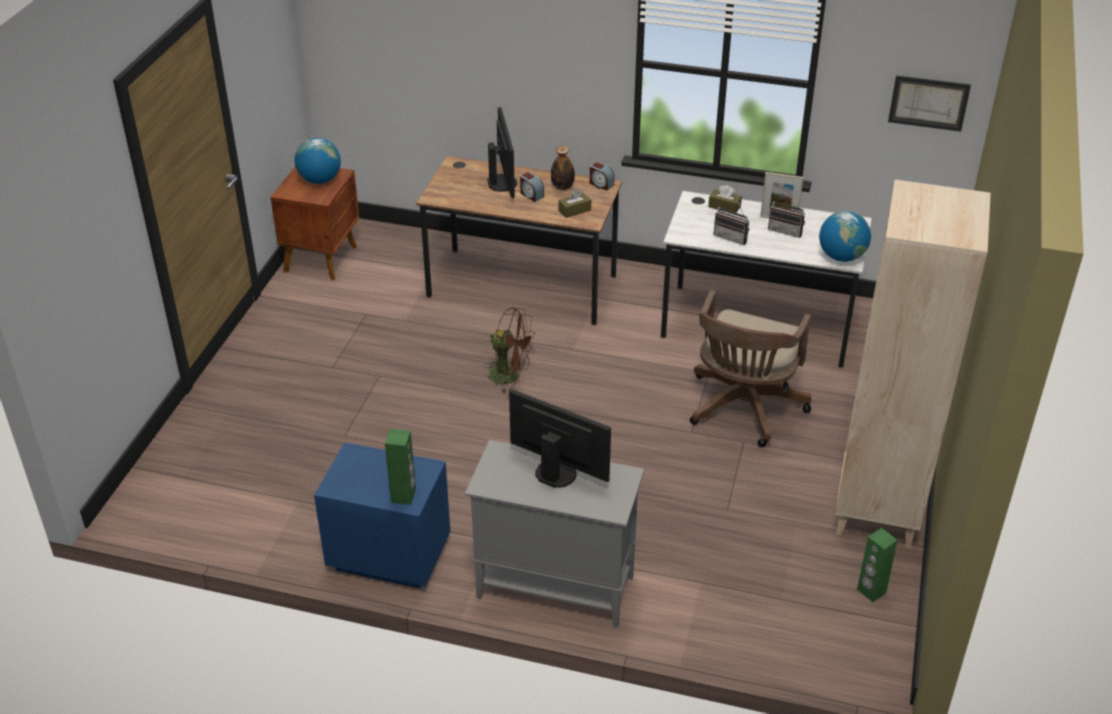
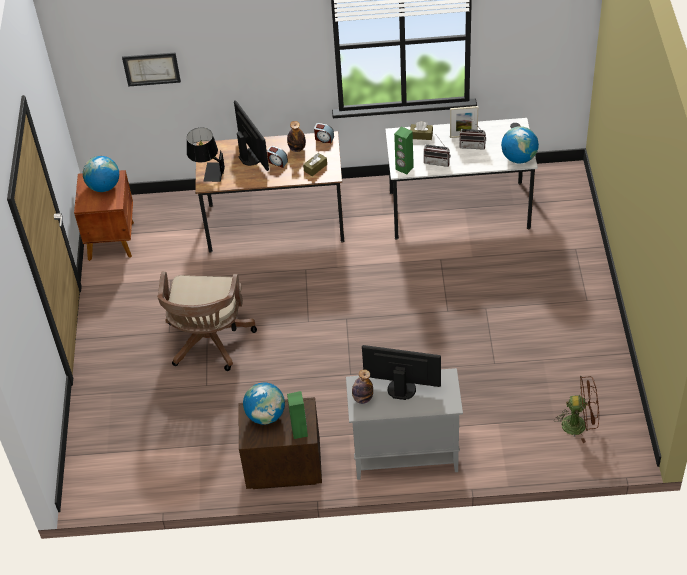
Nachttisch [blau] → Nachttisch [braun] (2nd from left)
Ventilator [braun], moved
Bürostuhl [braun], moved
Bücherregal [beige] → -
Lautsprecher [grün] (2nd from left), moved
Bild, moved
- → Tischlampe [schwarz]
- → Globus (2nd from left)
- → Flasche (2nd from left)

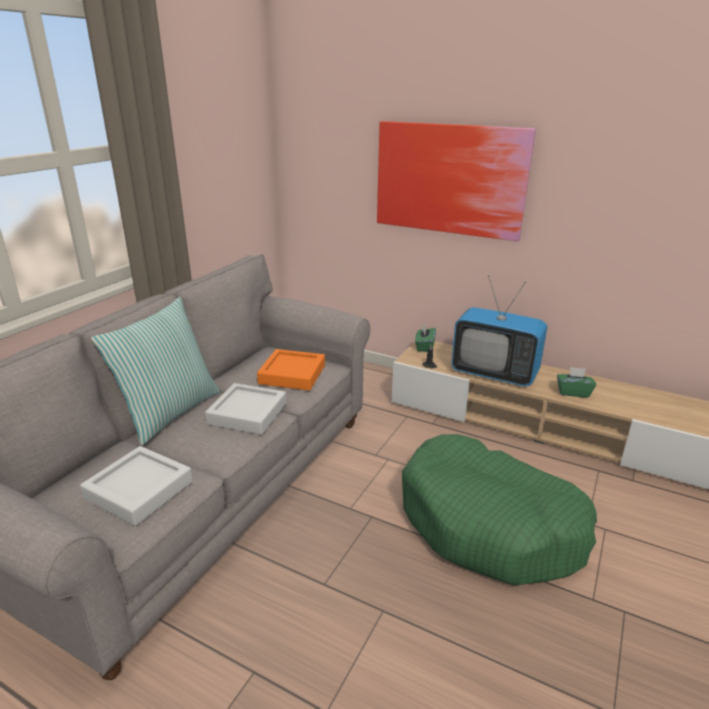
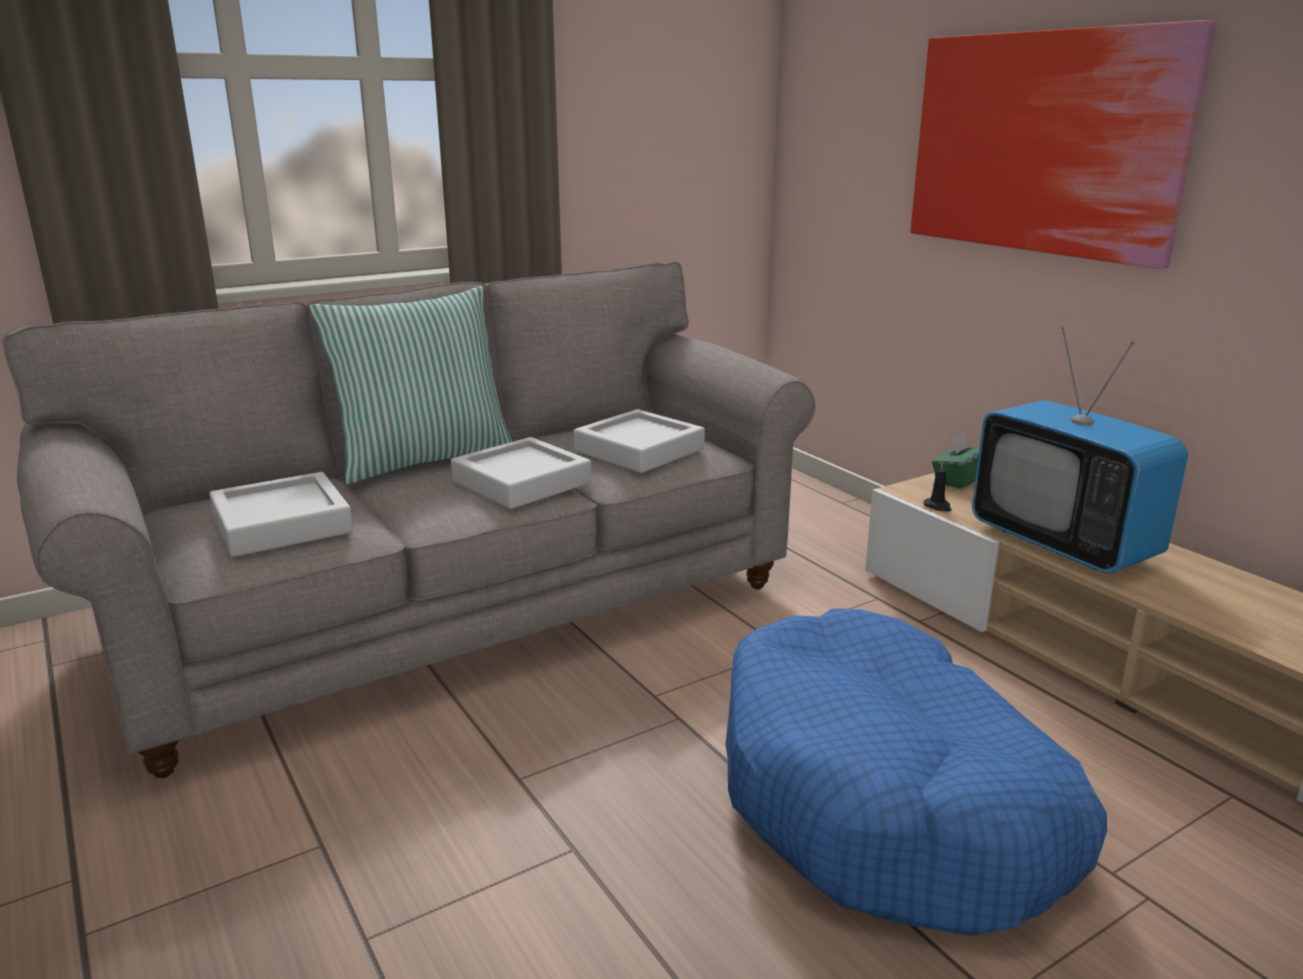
Tablett [orange] → Tablett [grau] (3rd from left)
Hundebett [grün] → Hundebett [blau]
Taschentuchbox [grün] (2nd from left) → -

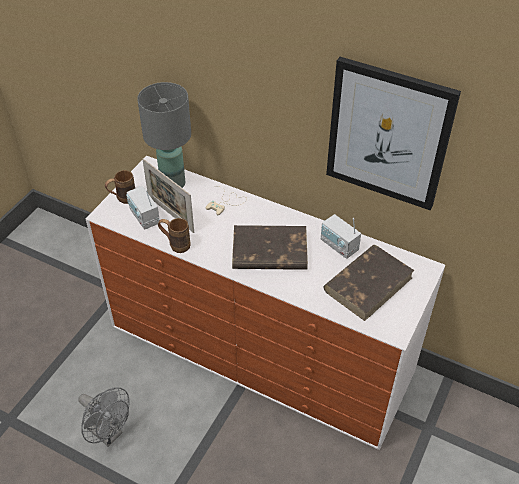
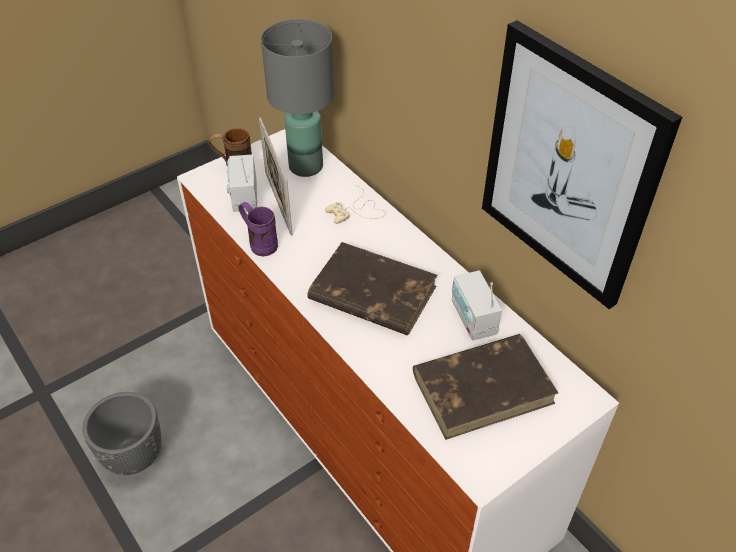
Ventilator [grau] → Pflanzkübel [grau]
Henkelbecher [braun] (2nd from left) → Henkelbecher [lila]

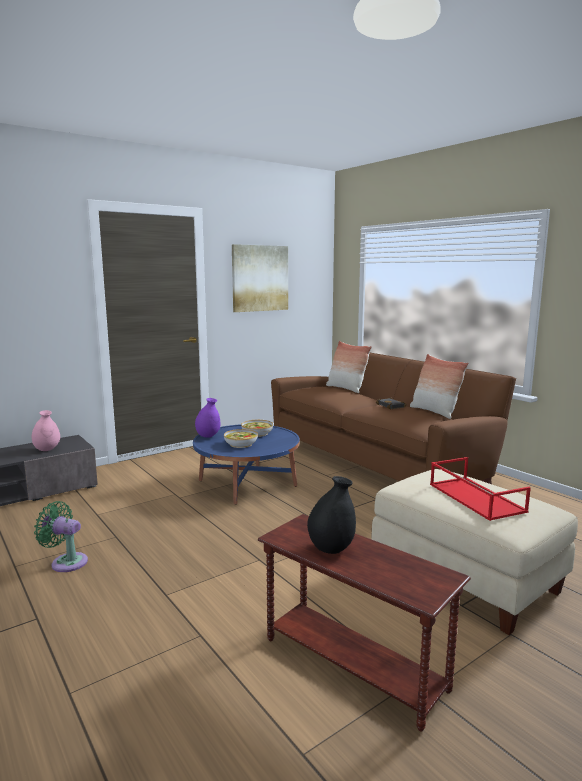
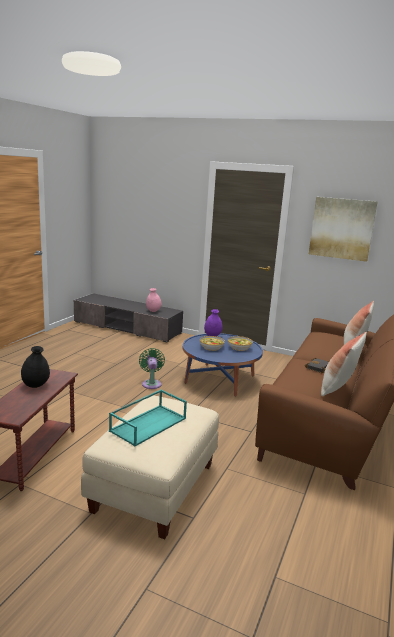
Ventilator [grün], moved
Tablett [rot] → Tablett [türkis]

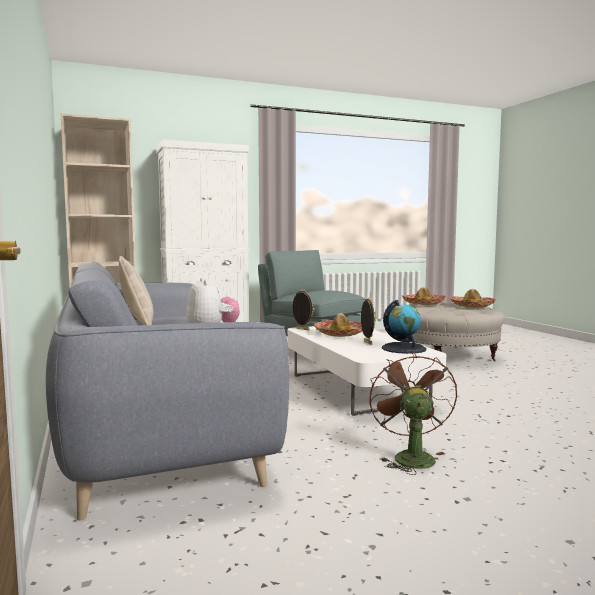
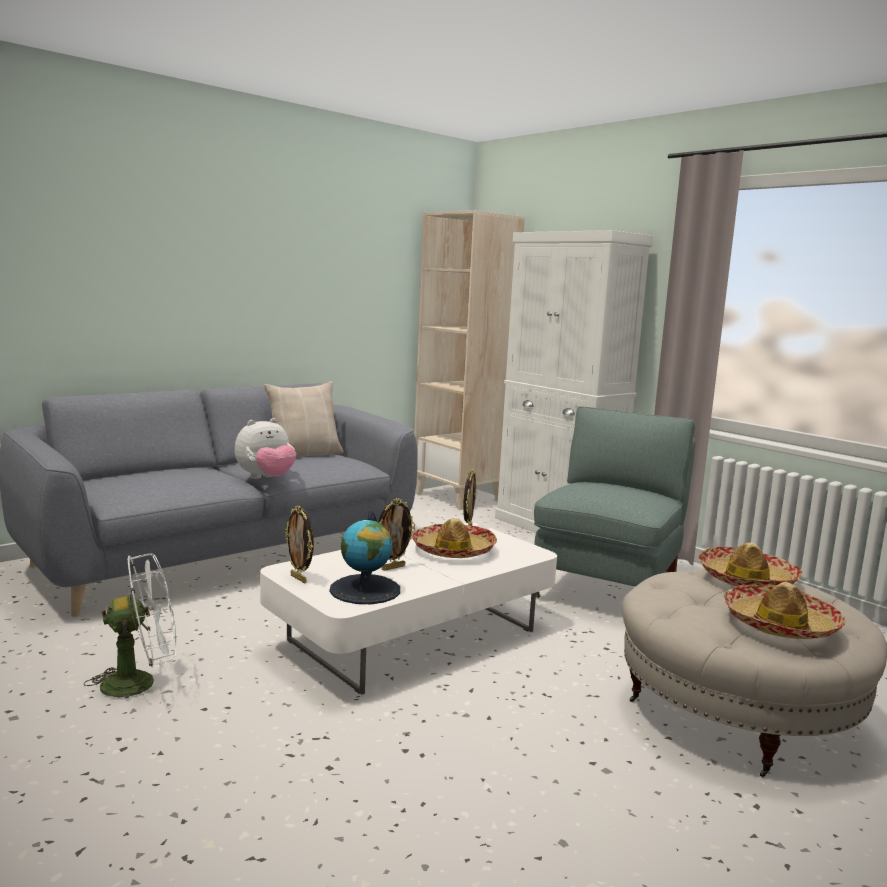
Ventilator [braun] → Ventilator [weiß]
- → Bilderrahmen (1st from left)

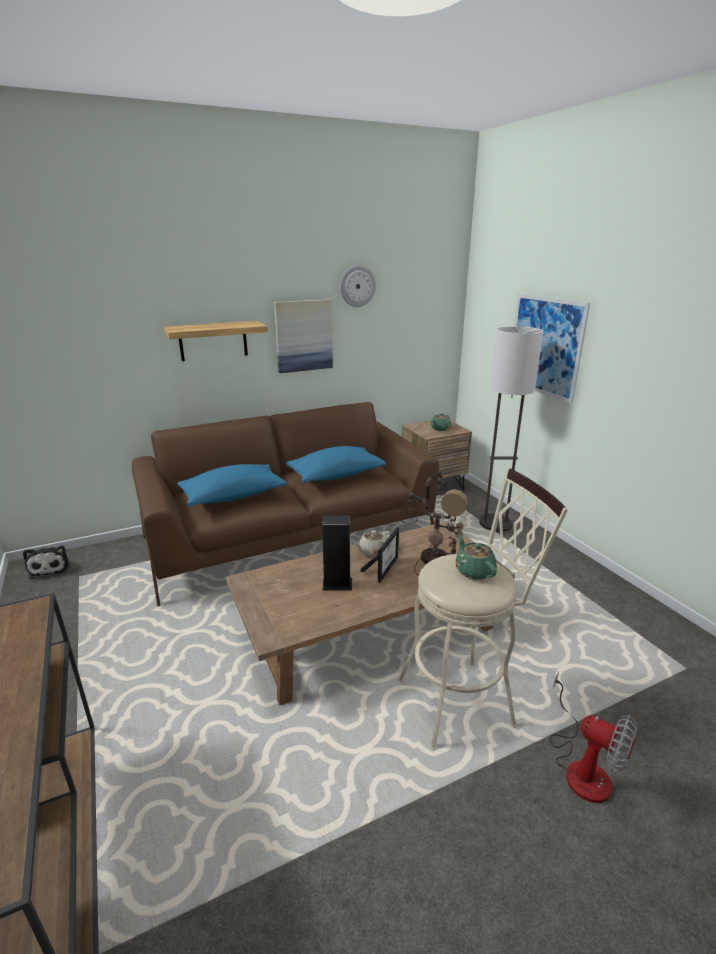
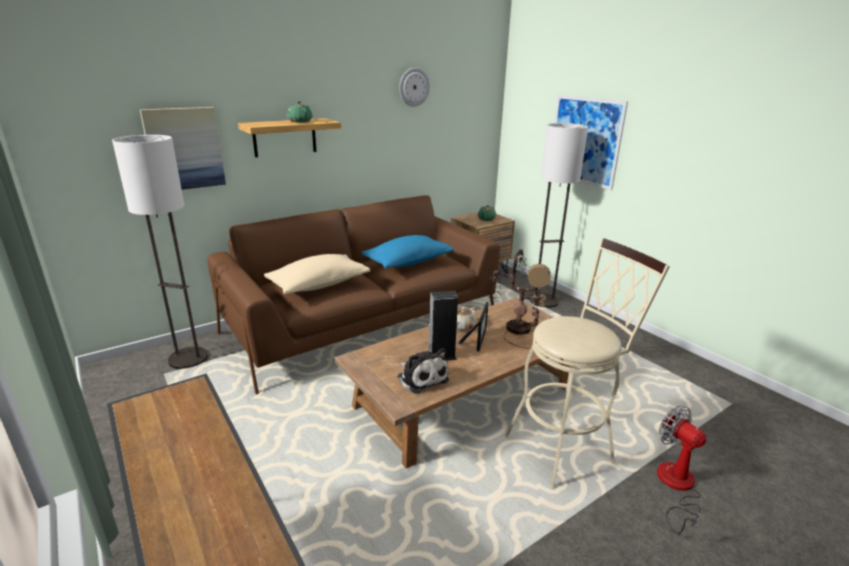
Plüschtier, moved
Kissen [blau] (1st from left) → Kissen [beige]
Bild (1st from left), moved
Teekanne [grün] (2nd from left in the first image) → Teekanne [grün] (1st from left), moved
Ventilator, 150 degrees counterclockwise
- → Stehlampe (1st from left)

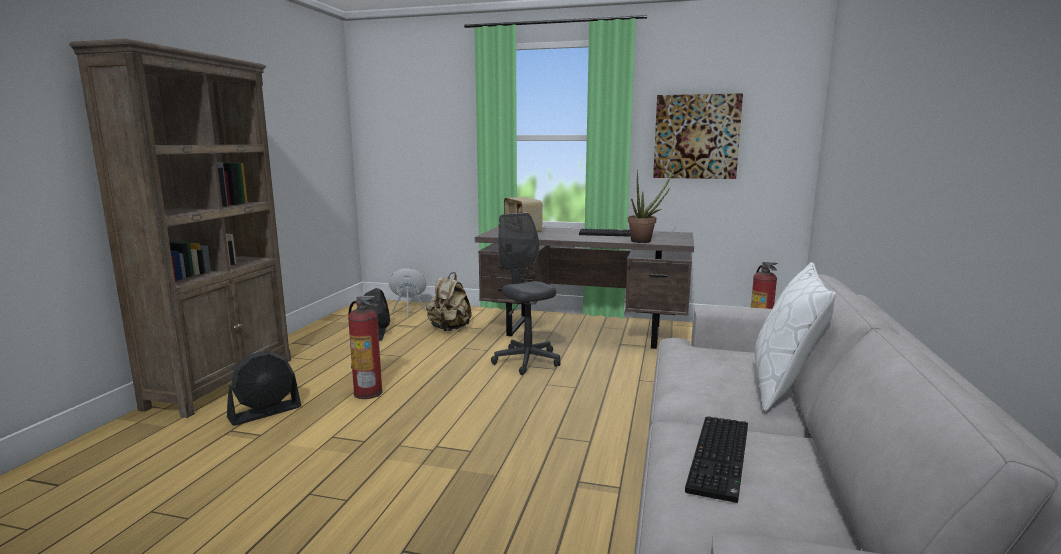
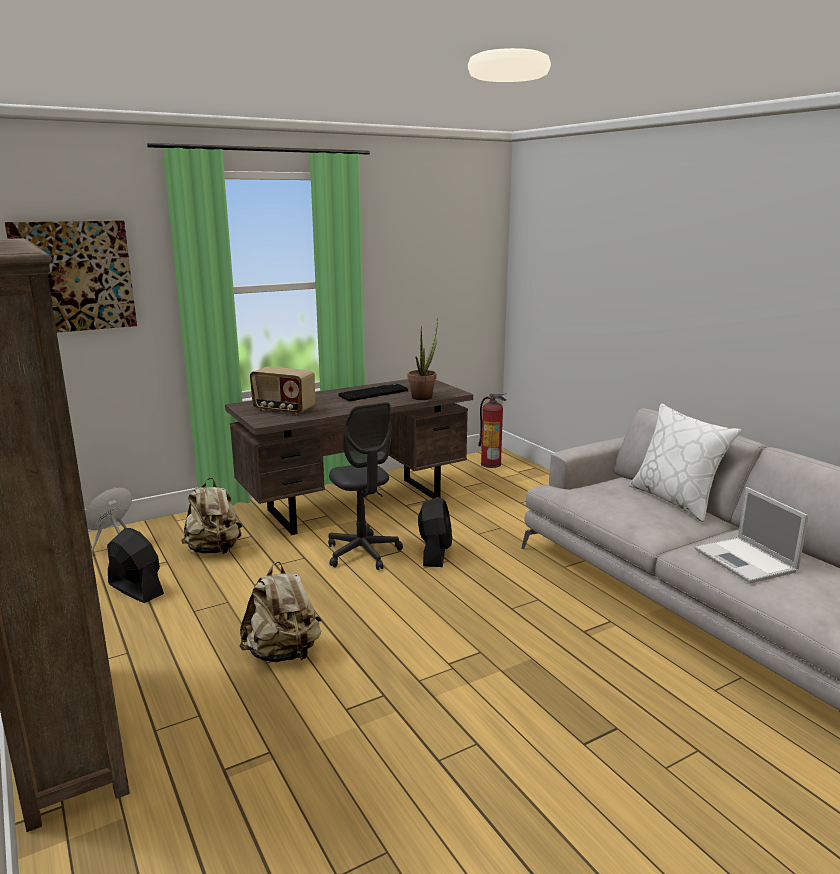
Ventilator [schwarz] (1st from left in the first image) → Ventilator [schwarz] (2nd from left), moved
Feuerlöscher (1st from left) → Rucksack [beige] (2nd from left)
Bürostuhl [grau], 135 degrees counterclockwise
Bild, moved
Tastatur (2nd from left) → Laptop

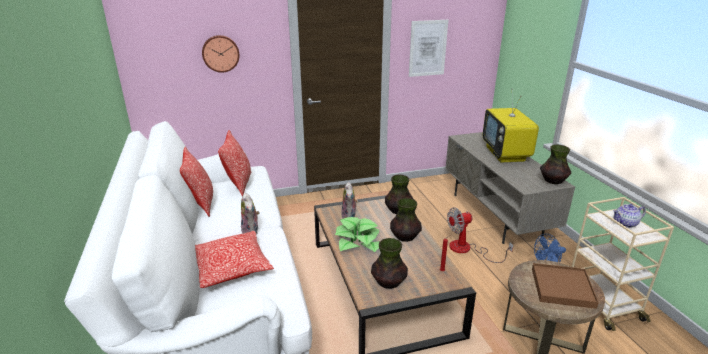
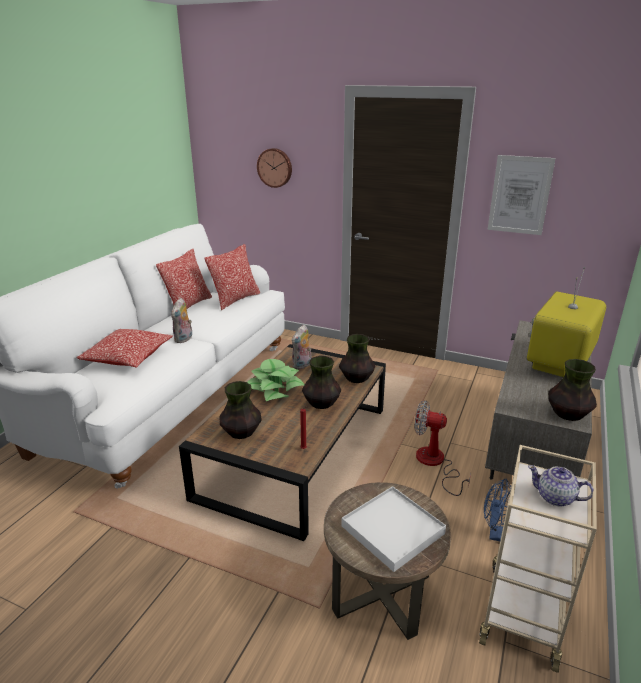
Tablett [braun] → Tablett [weiß]

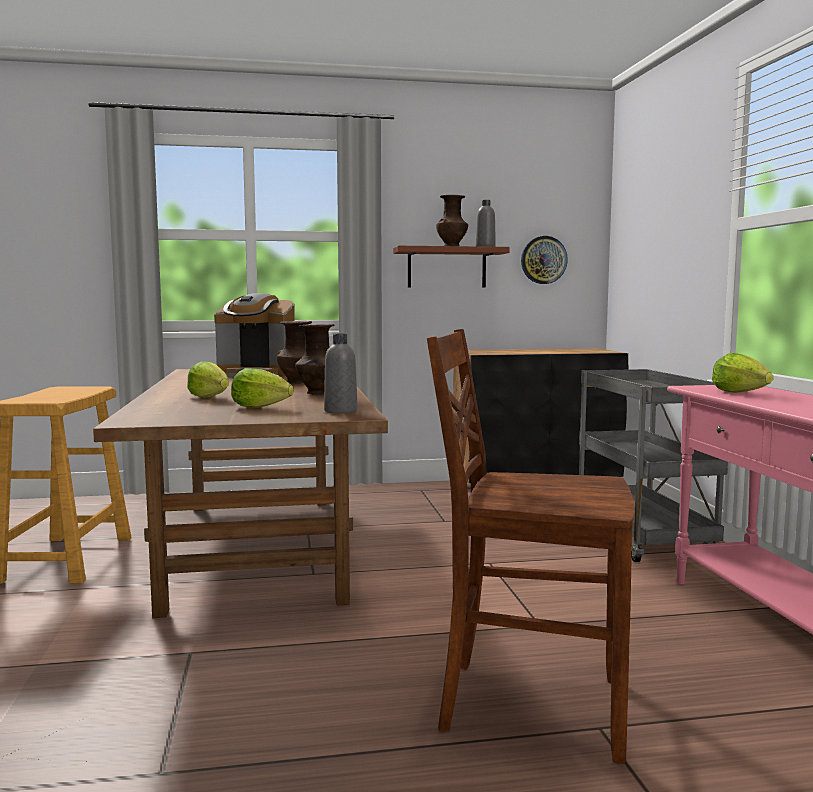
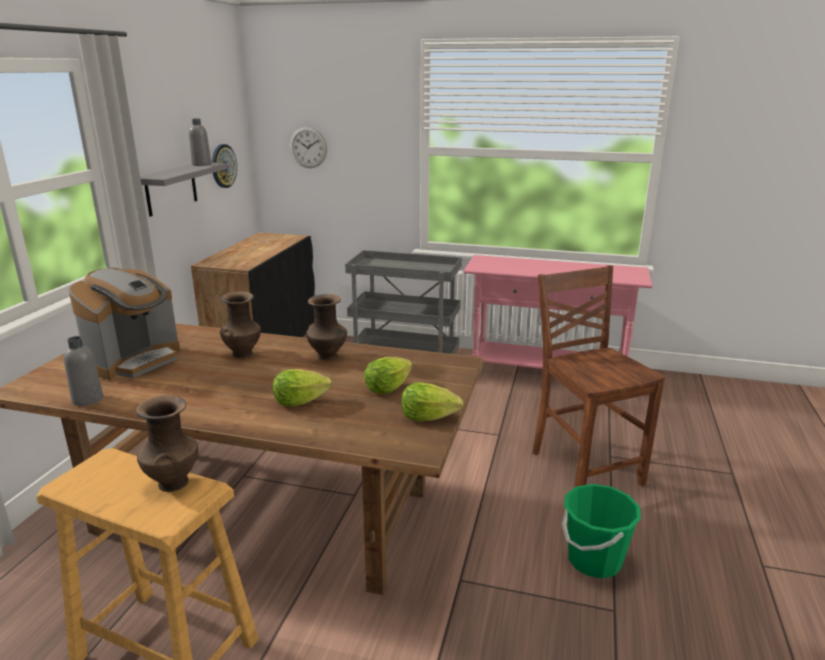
Flasche [grau] (1st from left), moved
Wandregal [braun] → Wandregal [grau]
Stuhl [braun], 120 degrees clockwise
Vase [braun] (3rd from left in the first image) → Vase [braun] (1st from left), moved
Salatkopf (3rd from left), moved
- → Wanduhr (2nd from left)
- → Eimer [grün]

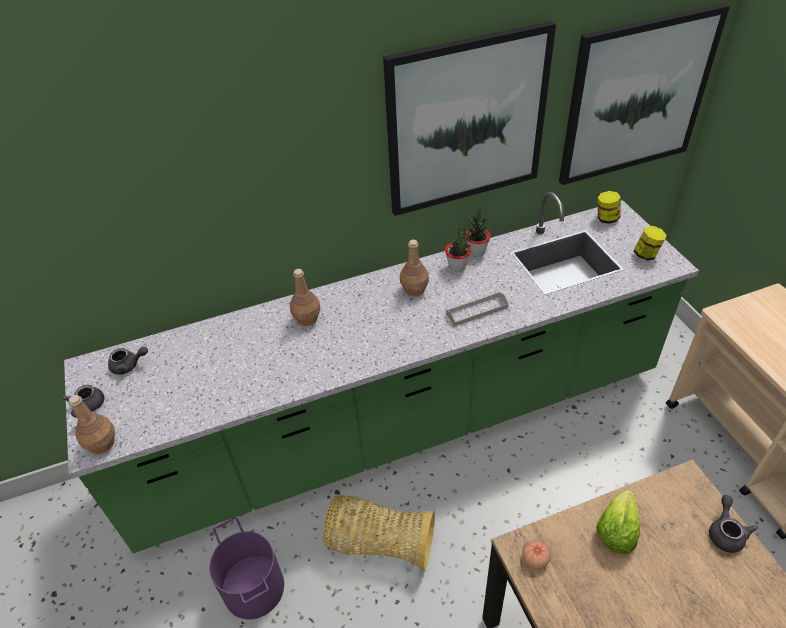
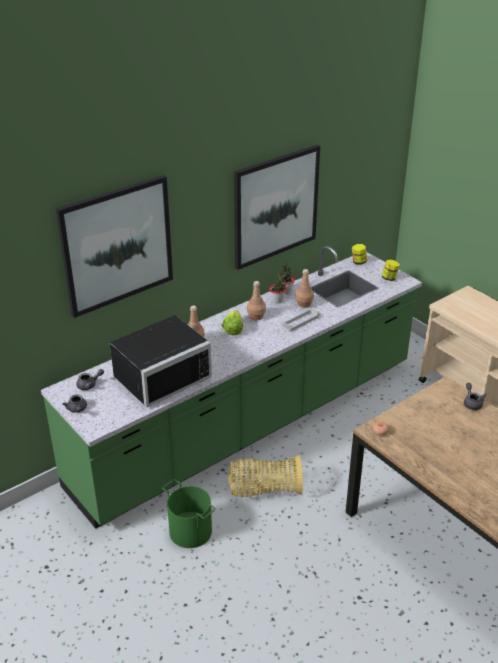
Flasche [braun] (1st from left in the first image) → Flasche [braun] (3rd from left), moved
Eimer [lila] → Eimer [grün]
Bild (2nd from left in the first image) → Bild (1st from left), moved
Salatkopf, moved
- → Mikrowelle [schwarz]

